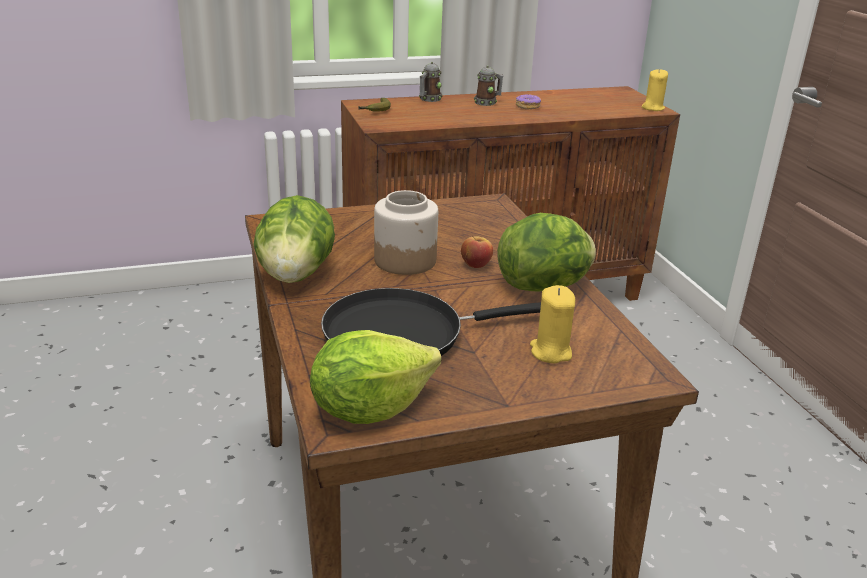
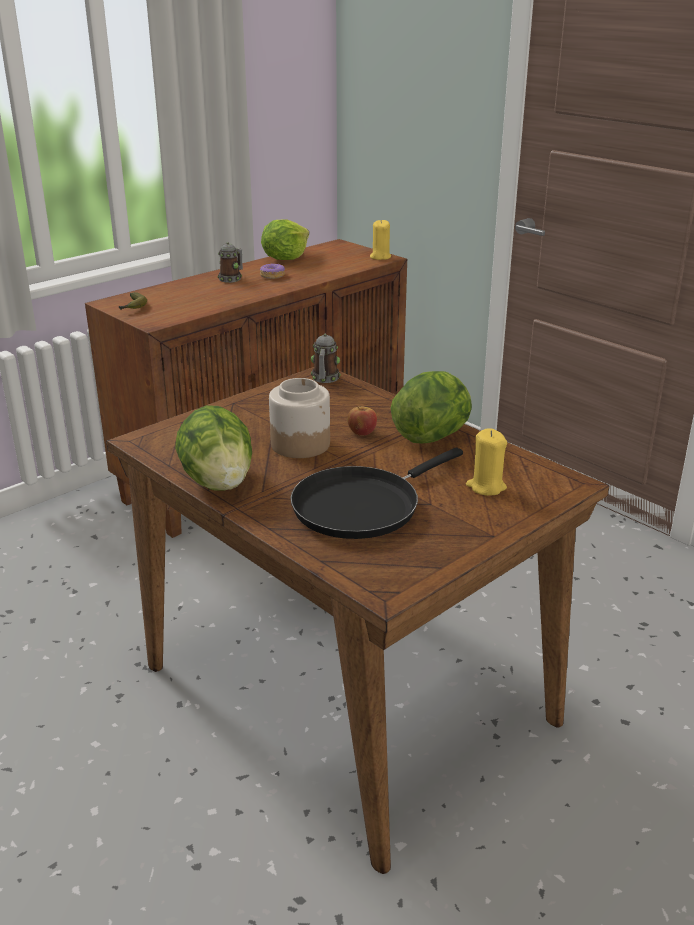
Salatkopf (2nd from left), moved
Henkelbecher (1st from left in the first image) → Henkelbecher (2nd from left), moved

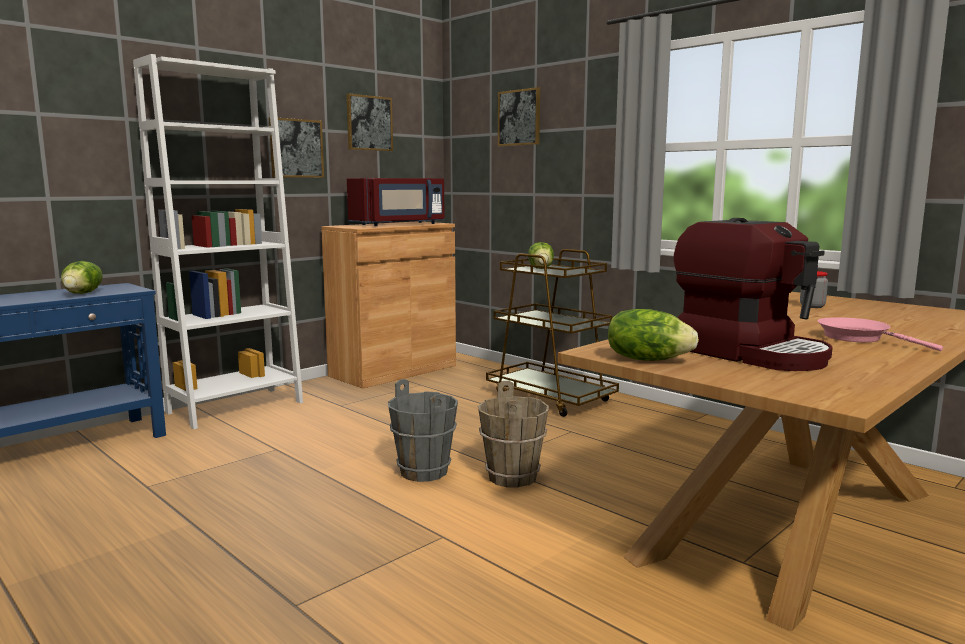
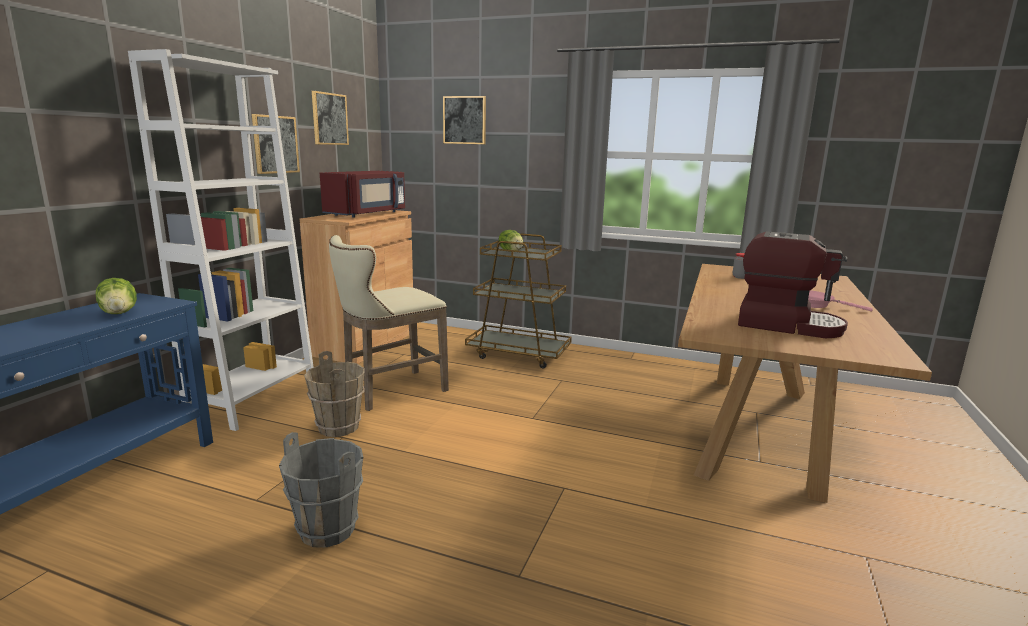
Eimer [grau], moved
Eimer [braun], moved
Salatkopf (3rd from left) → -
- → Hocker [beige]

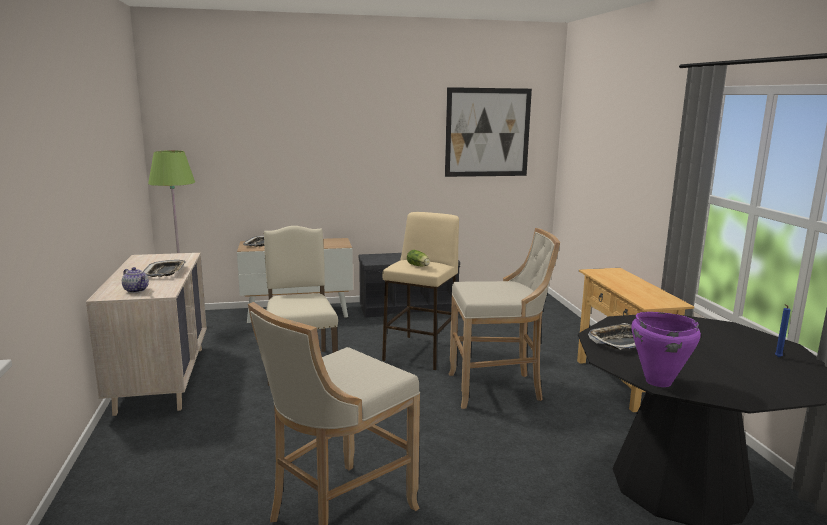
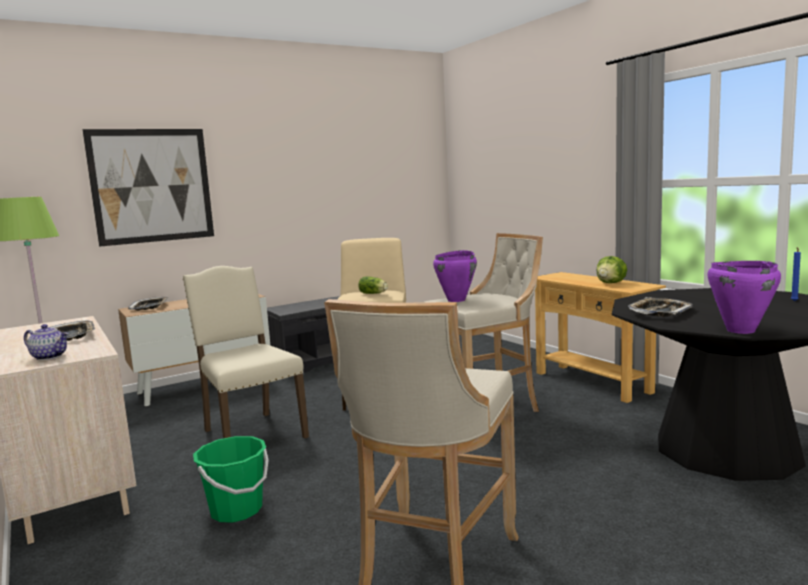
Bild, moved
- → Eimer [grün]
- → Kochtopf [lila] (1st from left)
- → Salatkopf (2nd from left)

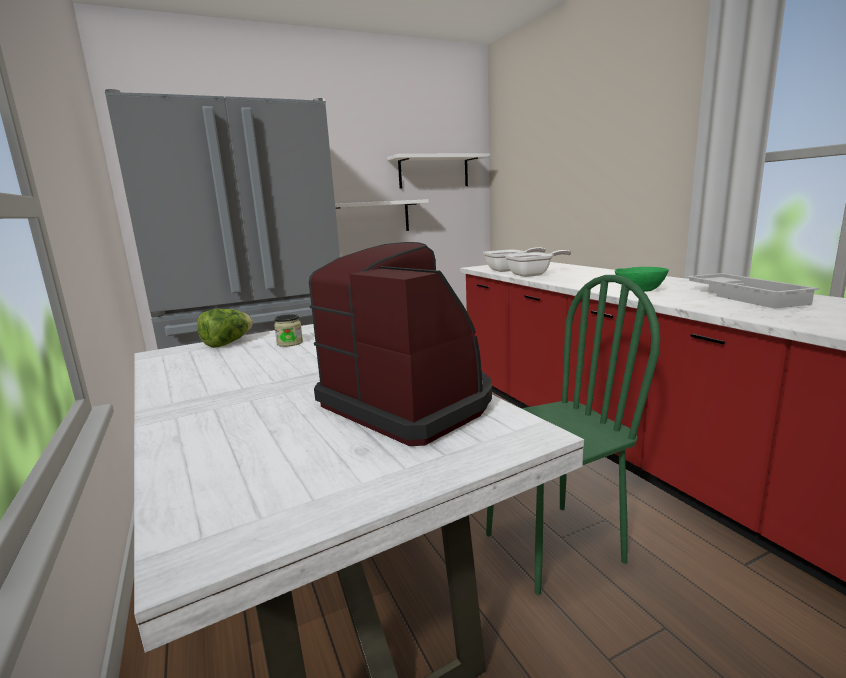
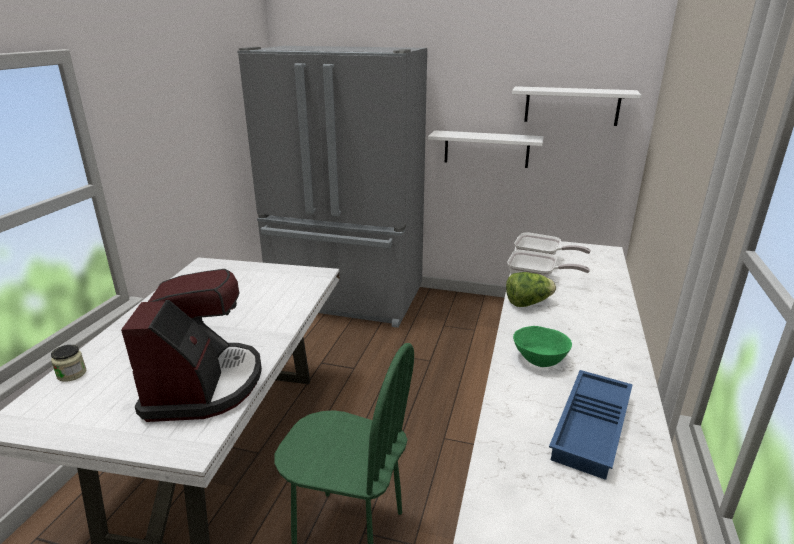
Salatkopf, moved
Vorratsglas, moved
Tablett [weiß] → Tablett [blau]

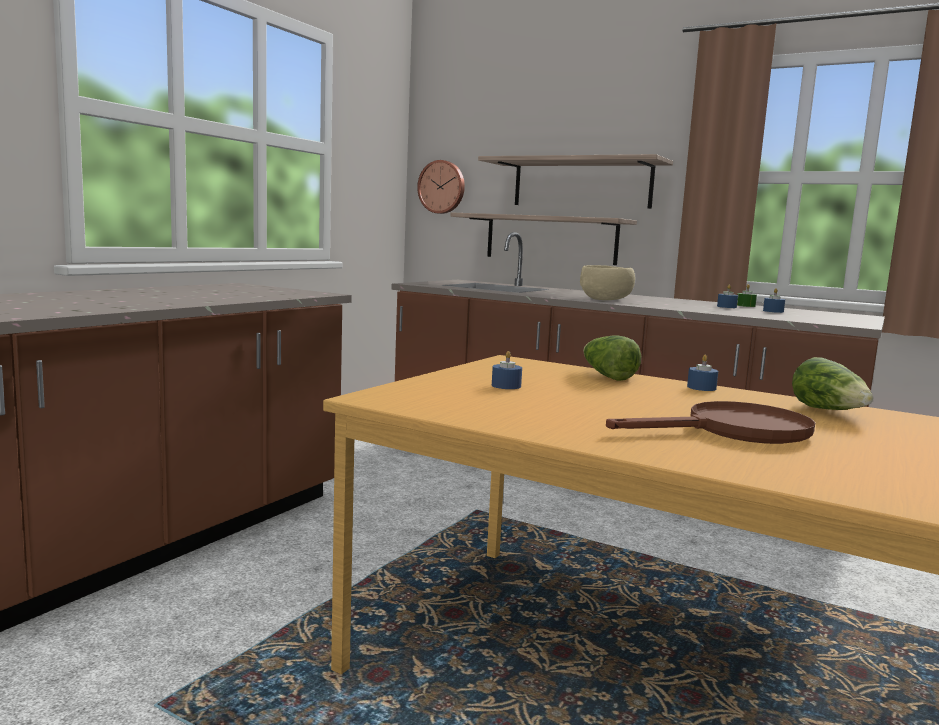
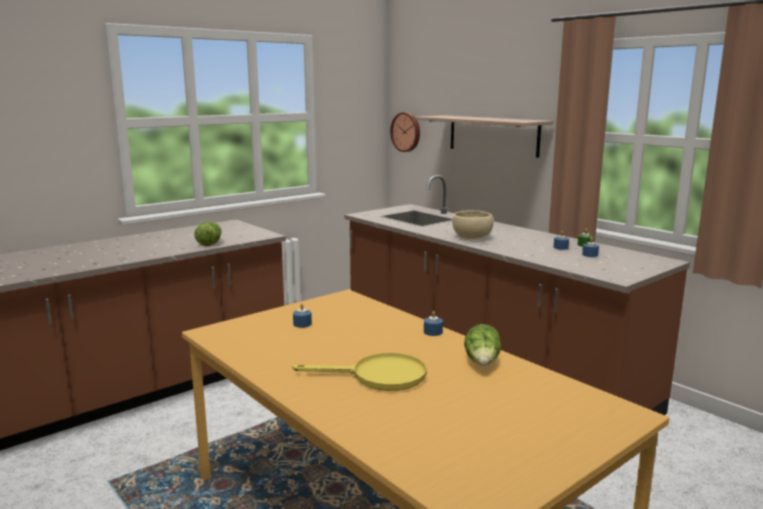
Wandregal (1st from left) → -
Salatkopf (1st from left), moved
Pfanne [braun] → Pfanne [gelb]

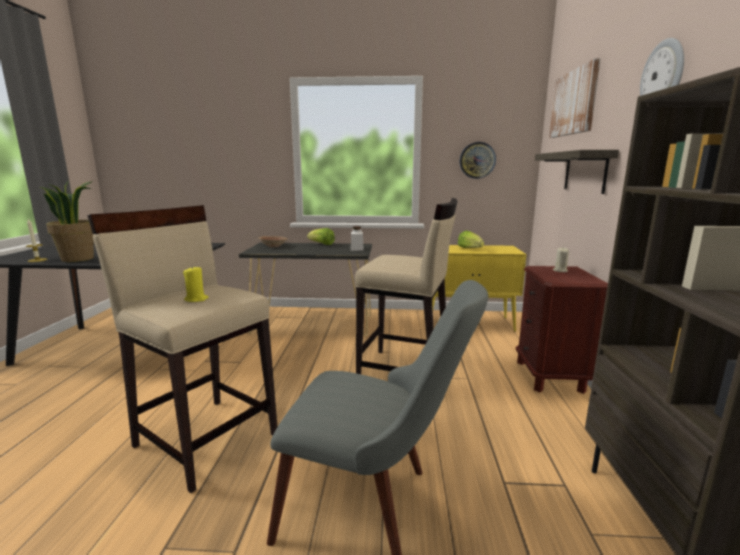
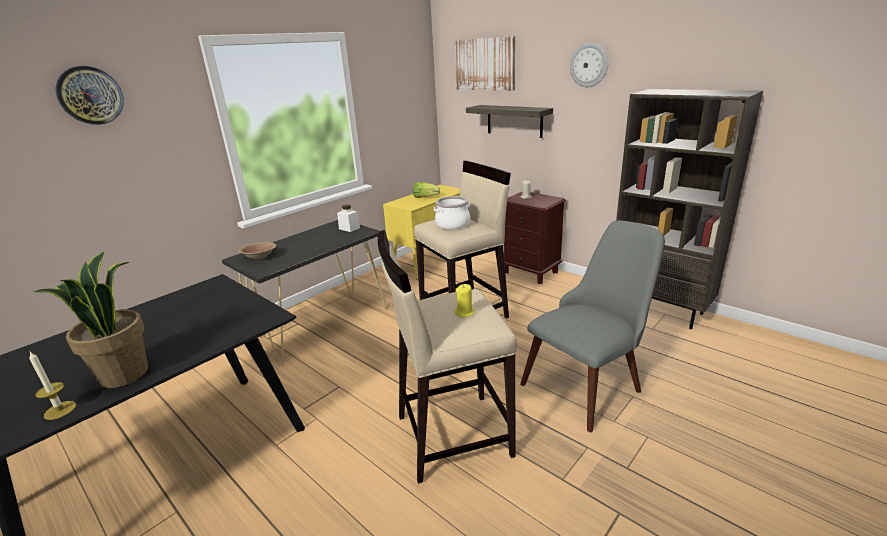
Salatkopf (1st from left) → -
Wanduhr (1st from left), moved
- → Kochtopf

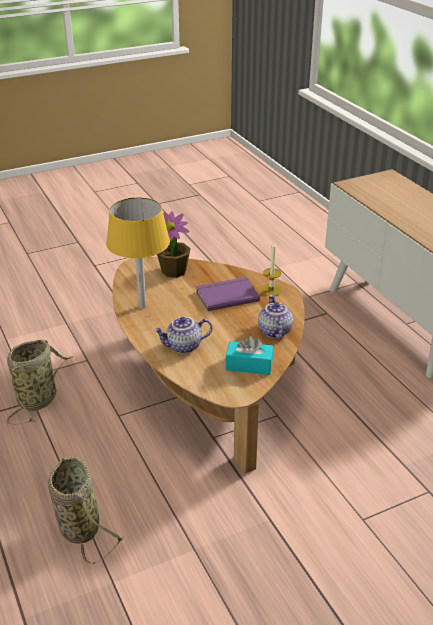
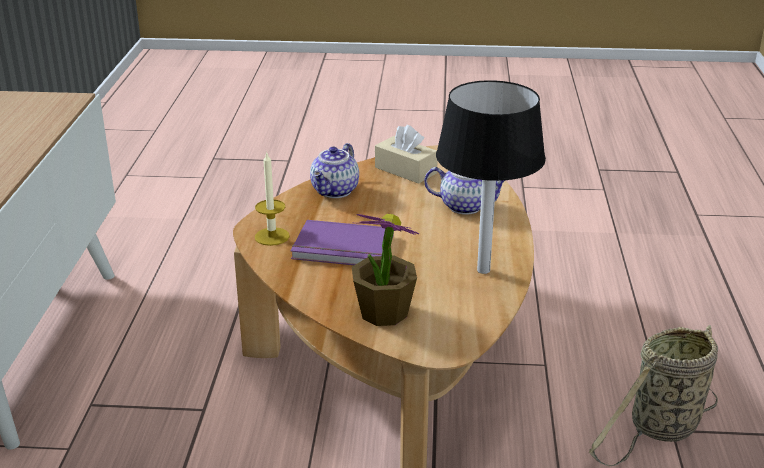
Korb (2nd from left) → -
Tischlampe [gelb] → Tischlampe [schwarz]
Taschentuchbox [türkis] → Taschentuchbox [beige]

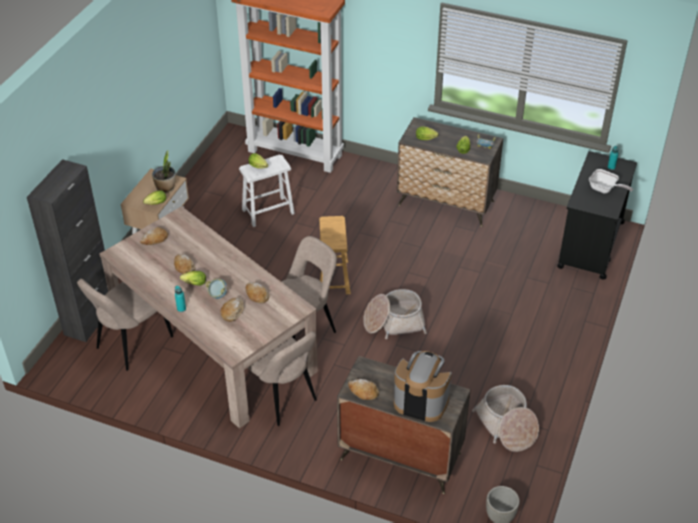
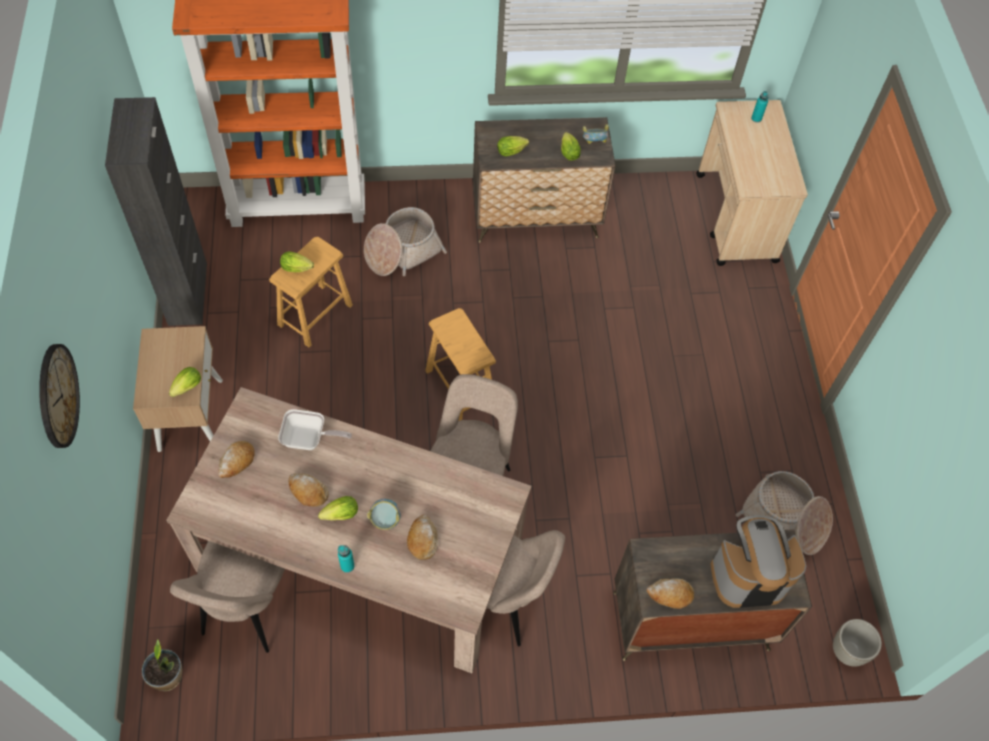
Schrank [schwarz], moved
Topfpflanze, moved
Hocker [weiß] → Hocker [braun] (1st from left)
Brot (4th from left) → -
Korb (1st from left), moved
Rollwagen [schwarz] → Rollwagen [beige]
Pfanne, moved
- → Wanduhr

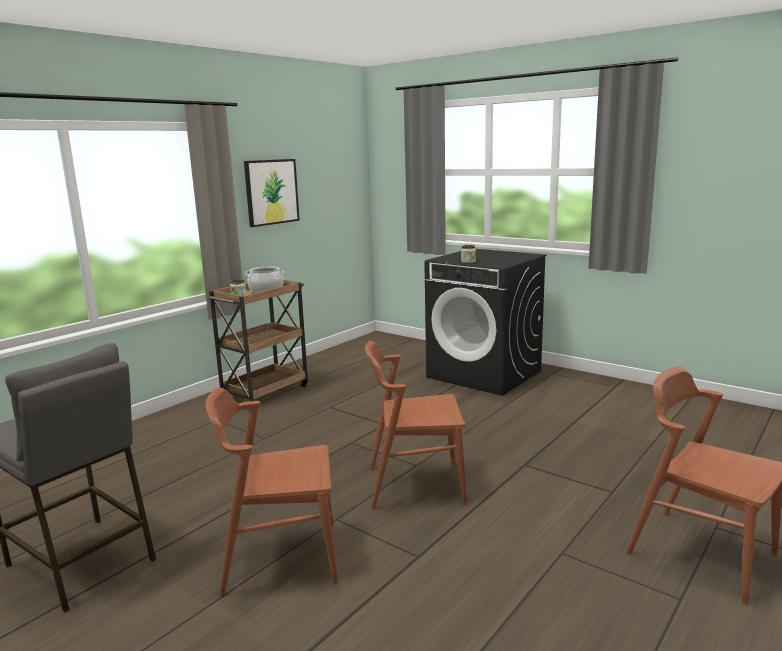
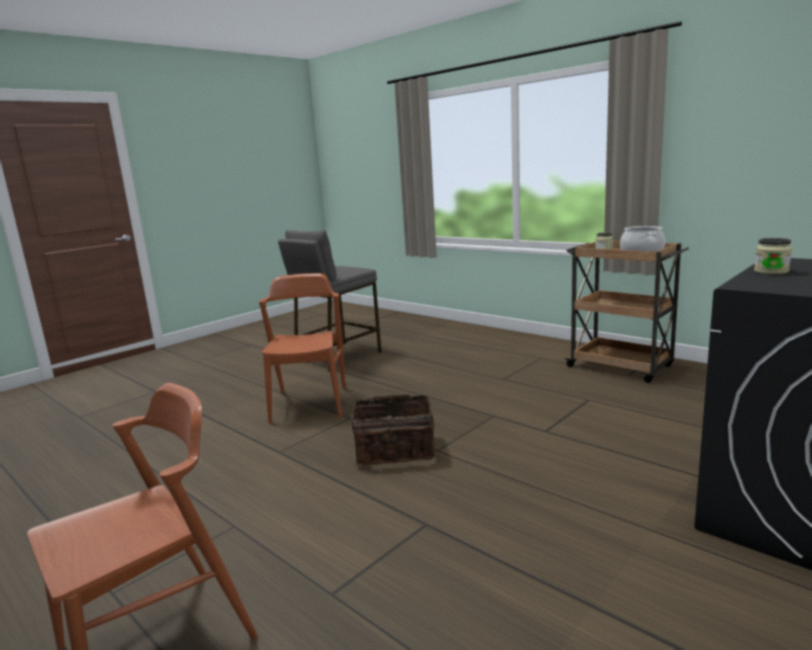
Bild → -
Stuhl [braun] (2nd from left) → Korb

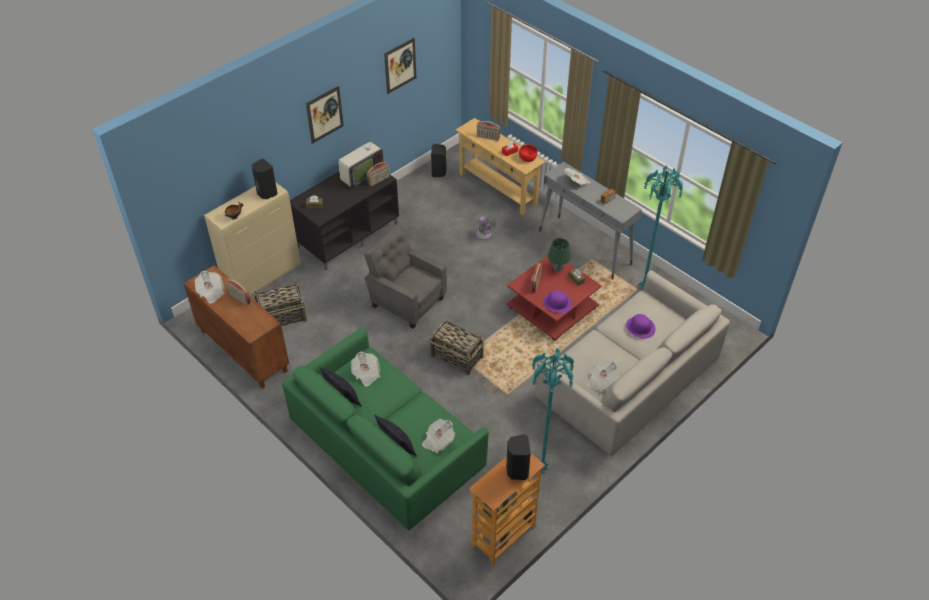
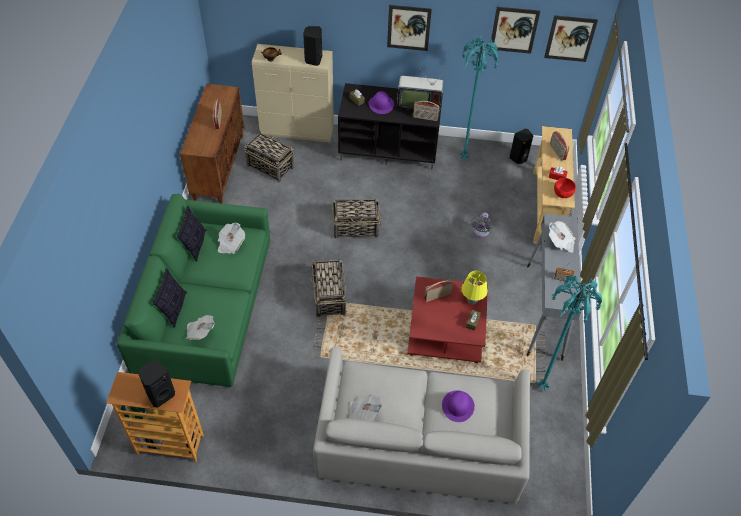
Zeitung (1st from left) → -
Sessel [grau] → Korb (3rd from left)
Stehlampe [türkis] (1st from left), moved
Hut [lila] (1st from left), moved
Tischlampe [grün] → Tischlampe [gelb]
- → Bild (3rd from left)

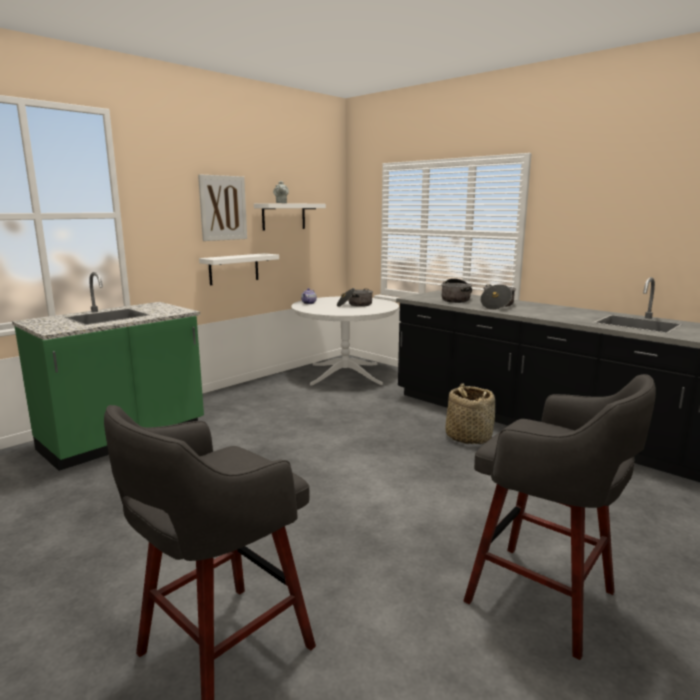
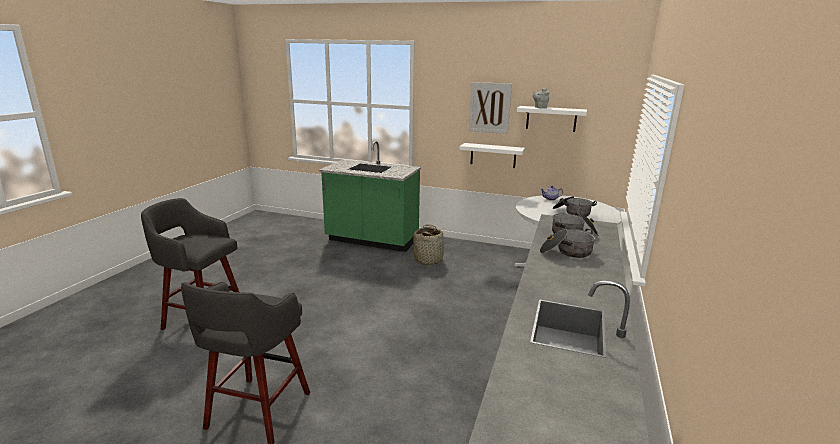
Korb, moved

